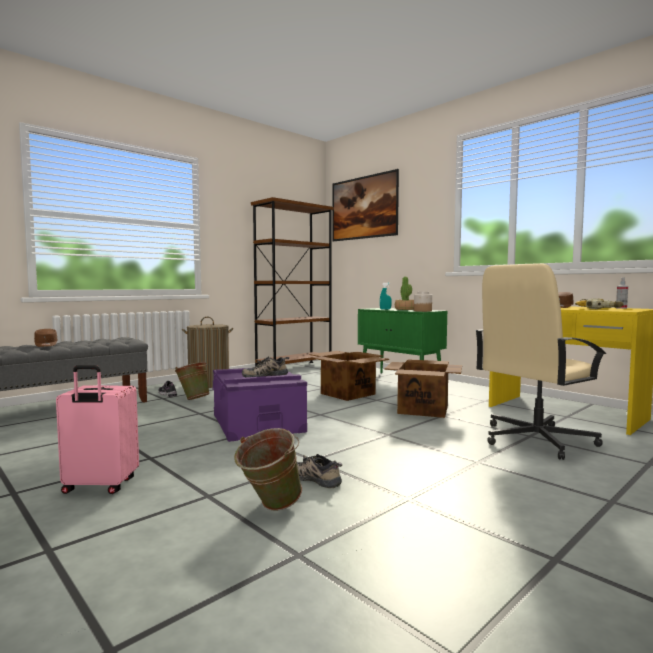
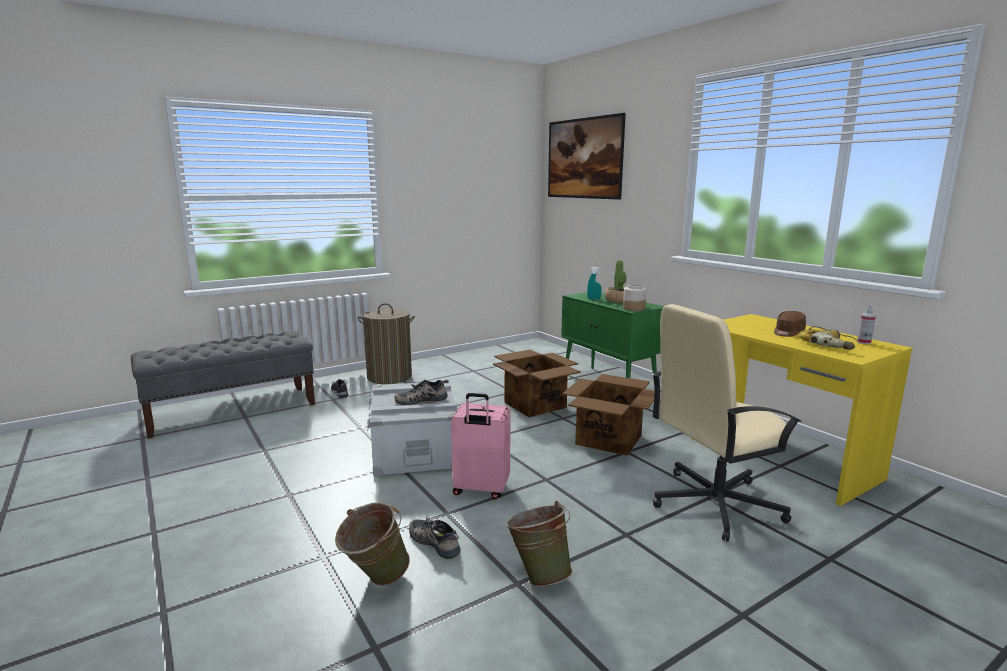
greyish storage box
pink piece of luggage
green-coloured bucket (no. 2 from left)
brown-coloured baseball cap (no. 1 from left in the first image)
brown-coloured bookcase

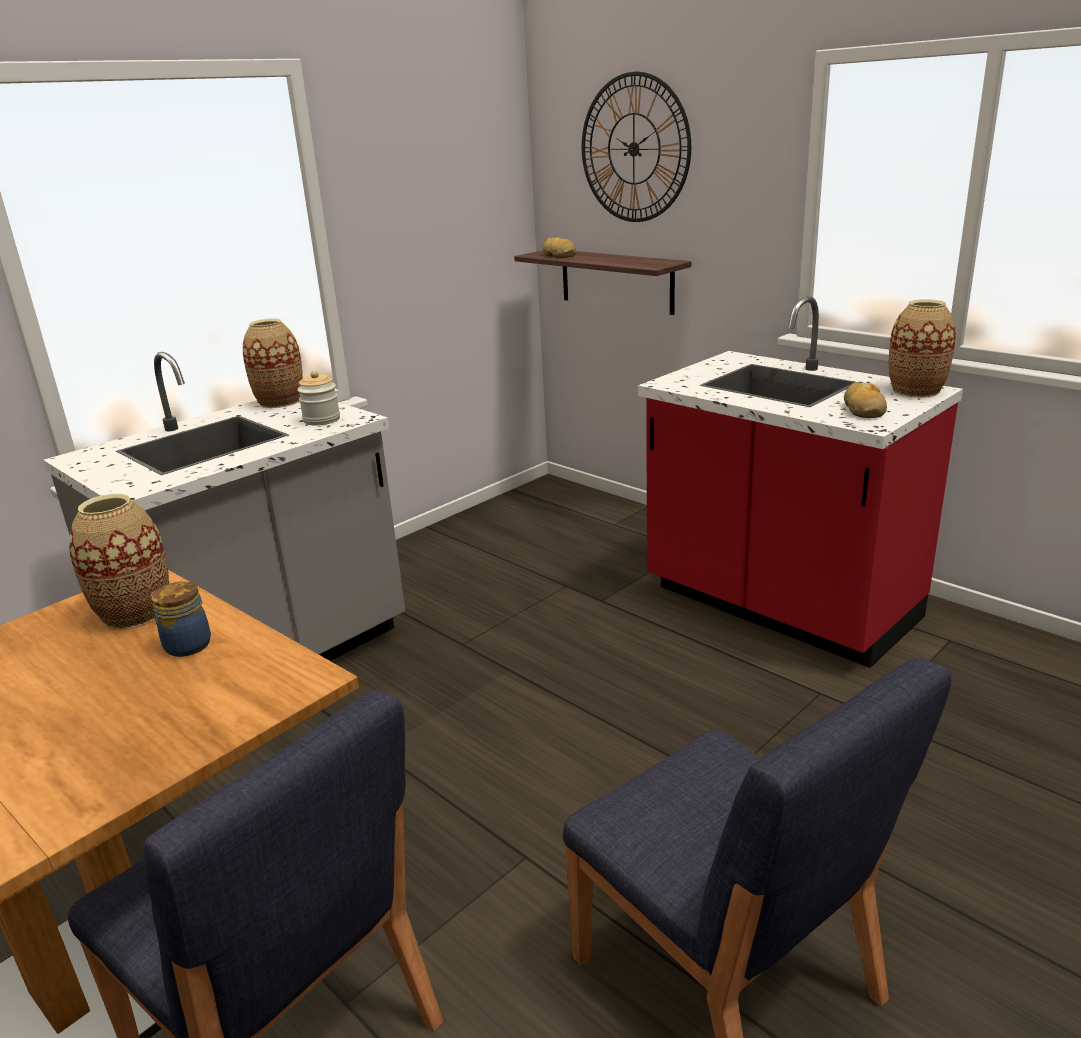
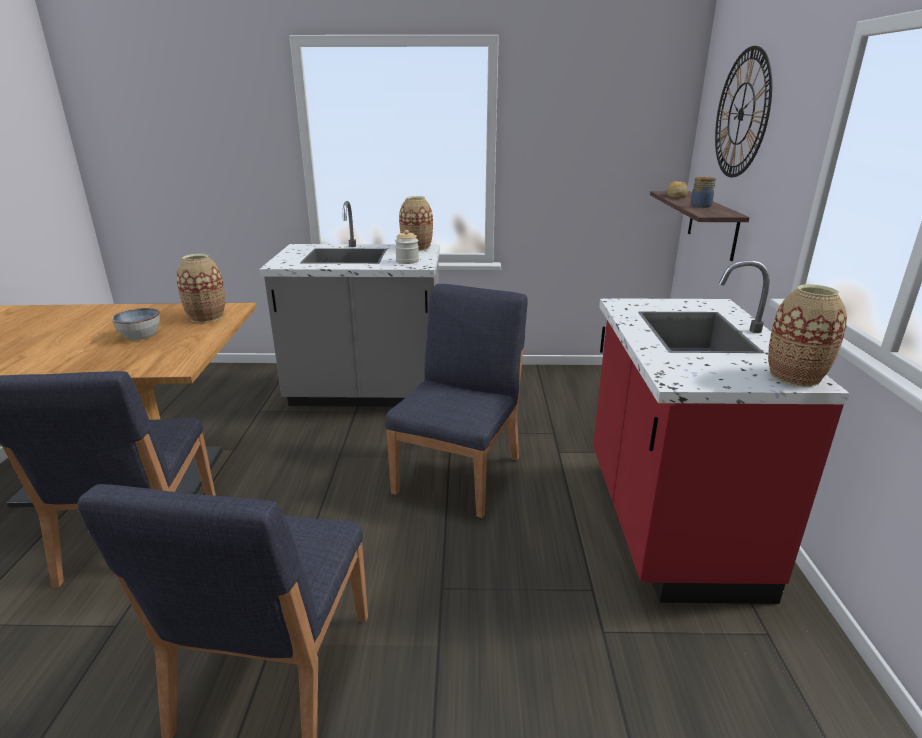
bowl
bluish upright chair (no. 3 from left)
storage jar (no. 2 from left)
baked bread (no. 2 from left in the first image)

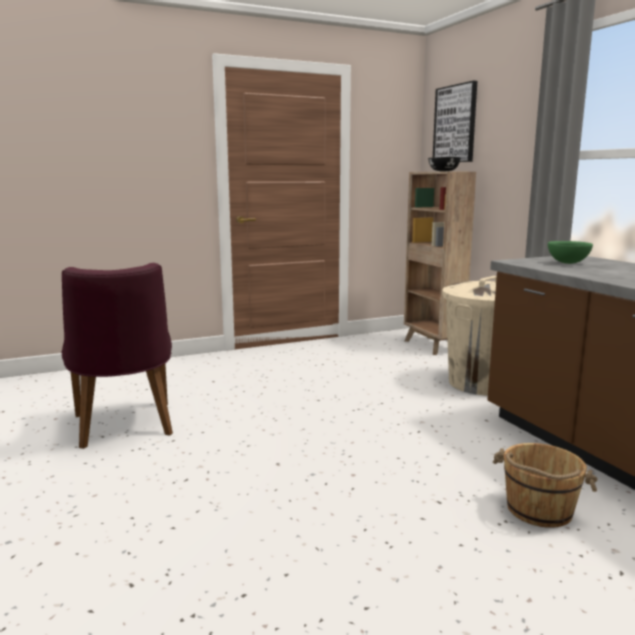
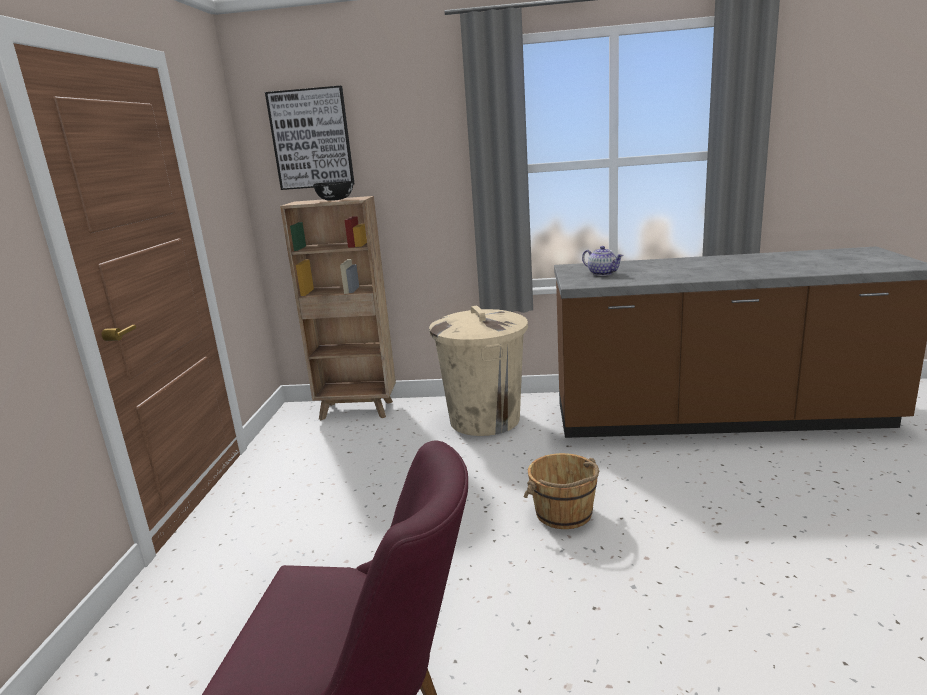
brown-coloured bucket
teapot

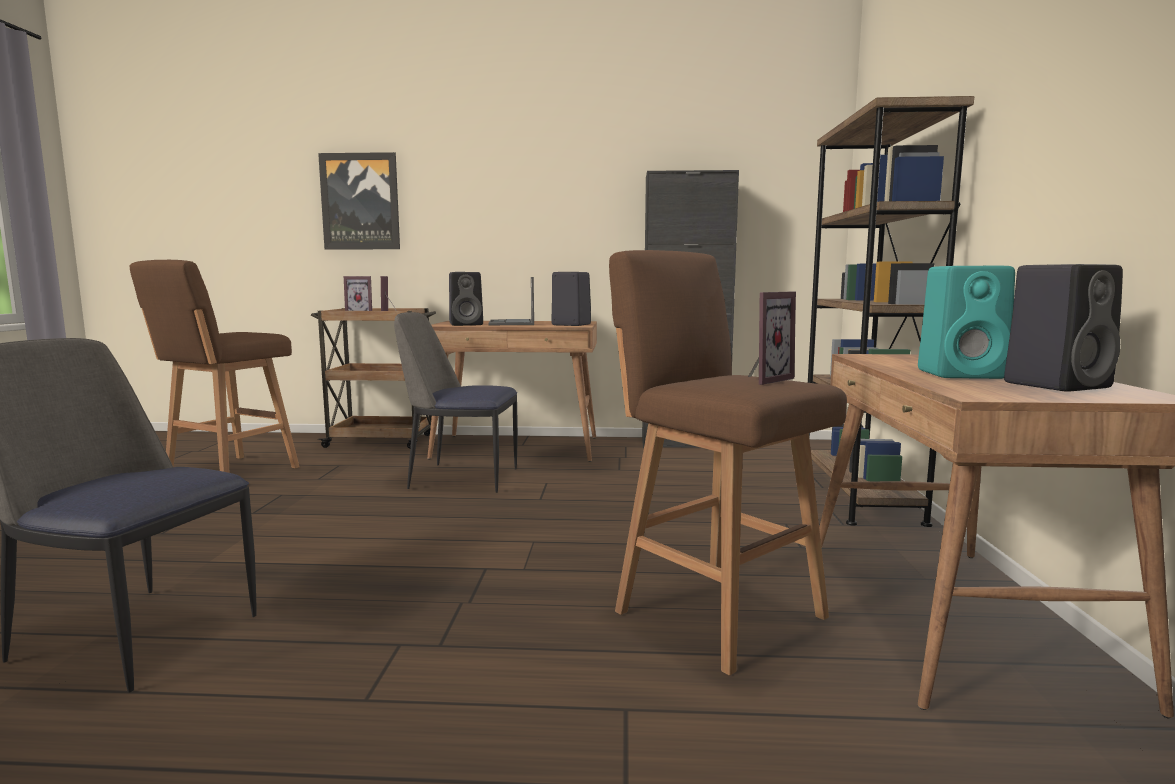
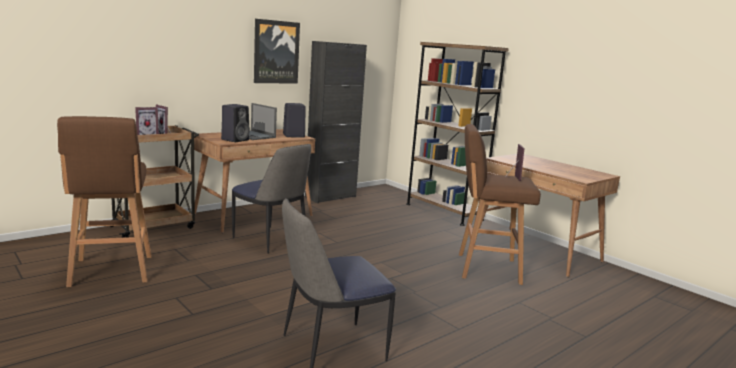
upright chair (no. 1 from left)
picture
blue-green loudspeaker
blackish loudspeaker (no. 3 from left in the first image)

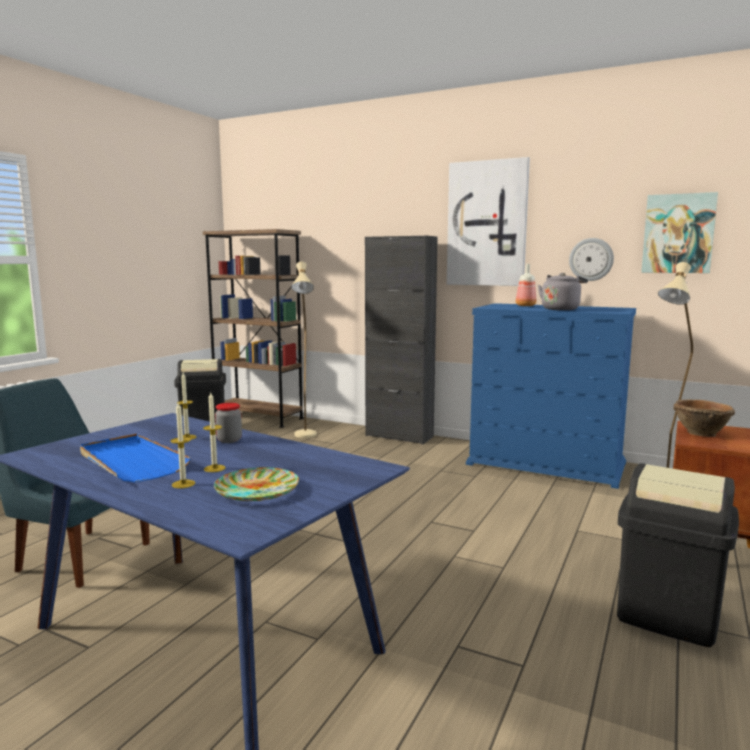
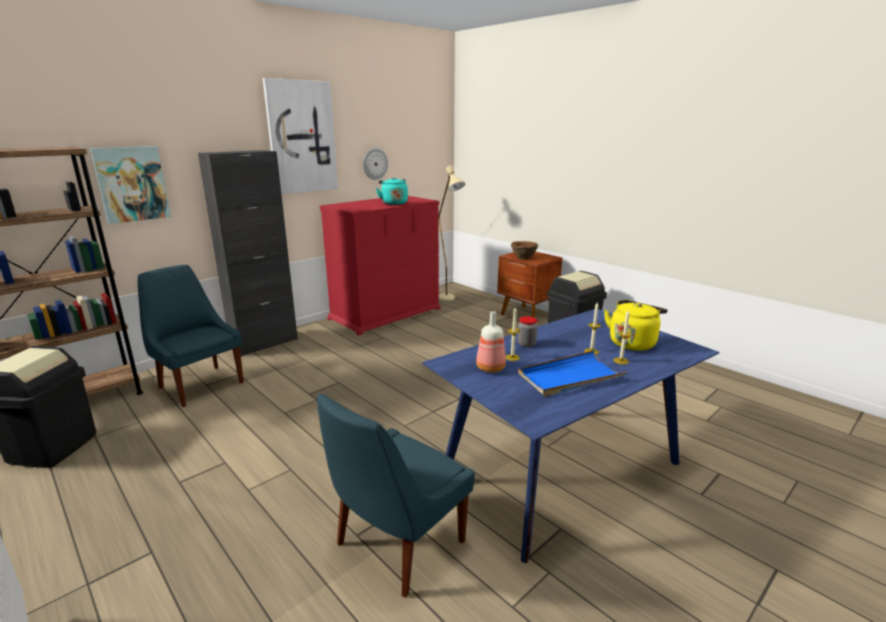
picture (no. 1 from left)
bluish upright chair (no. 1 from left)
red chest of drawers
blue-green water kettle
bottle
yellow-coloured water kettle

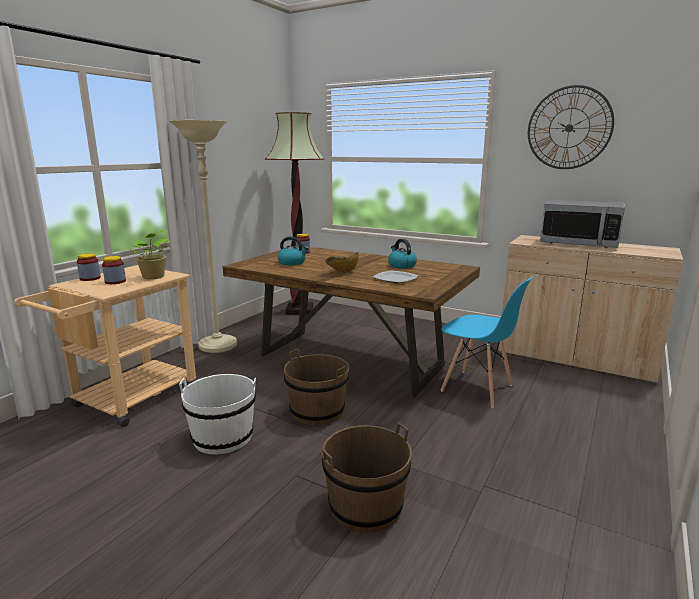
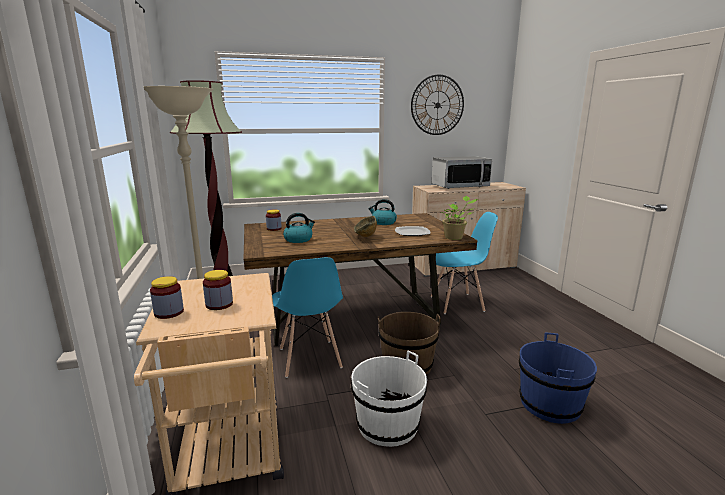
bluish upright chair (no. 1 from left)
houseplant
bluish bucket

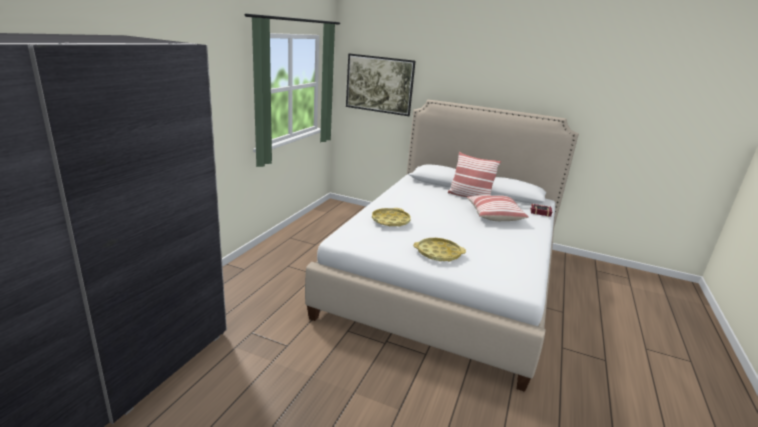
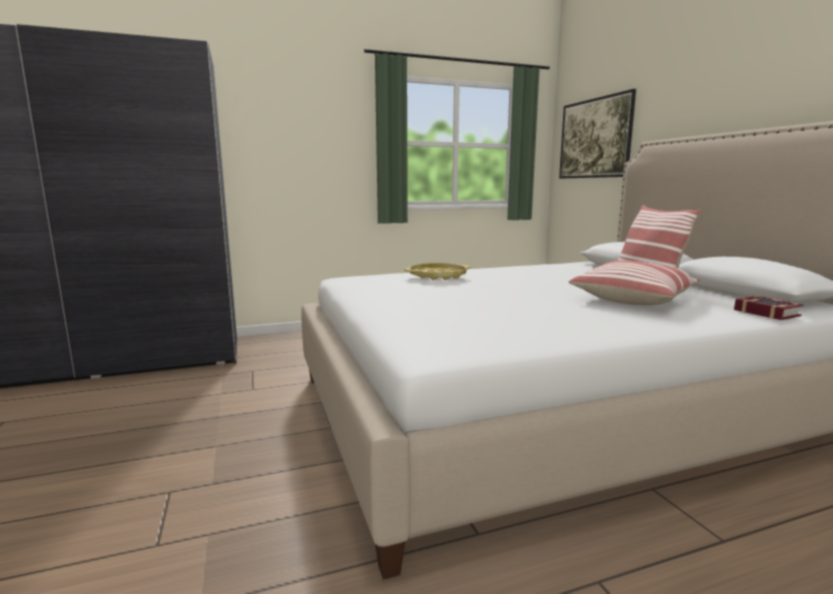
yellow-coloured serving tray (no. 2 from left in the first image)

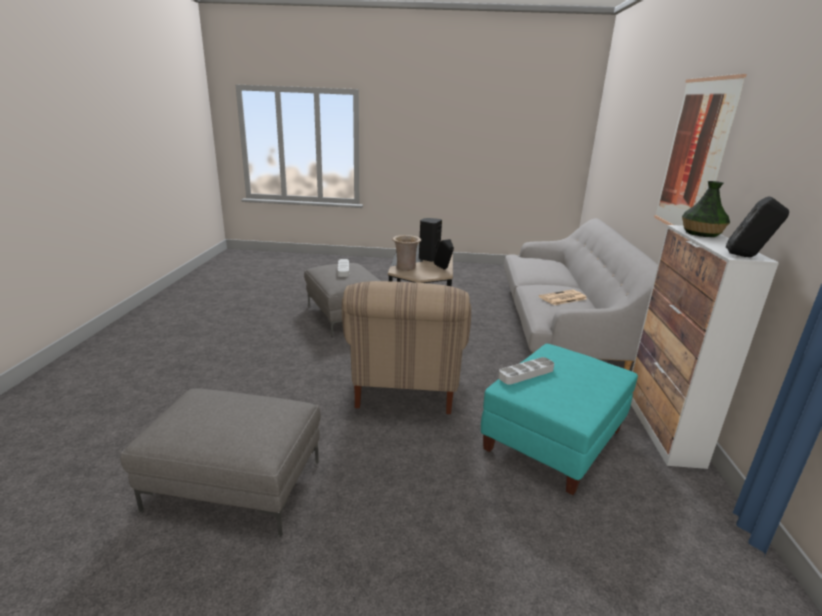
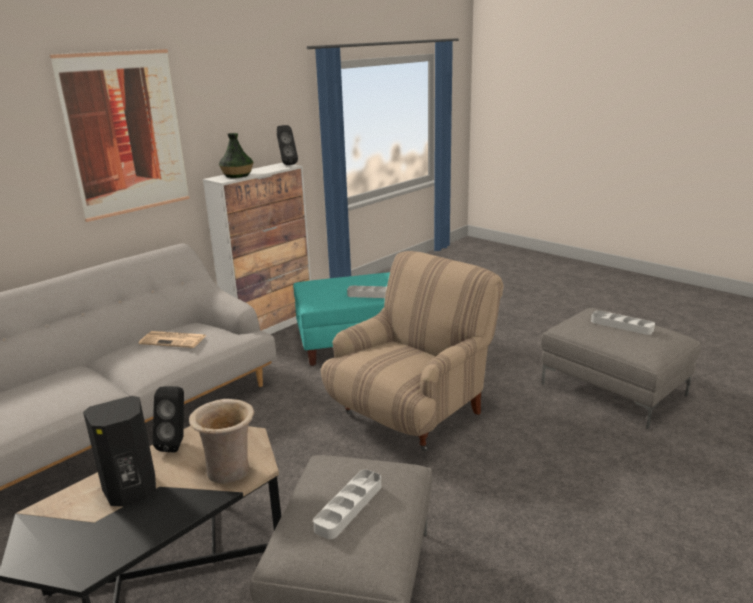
greyish serving tray (no. 3 from left)

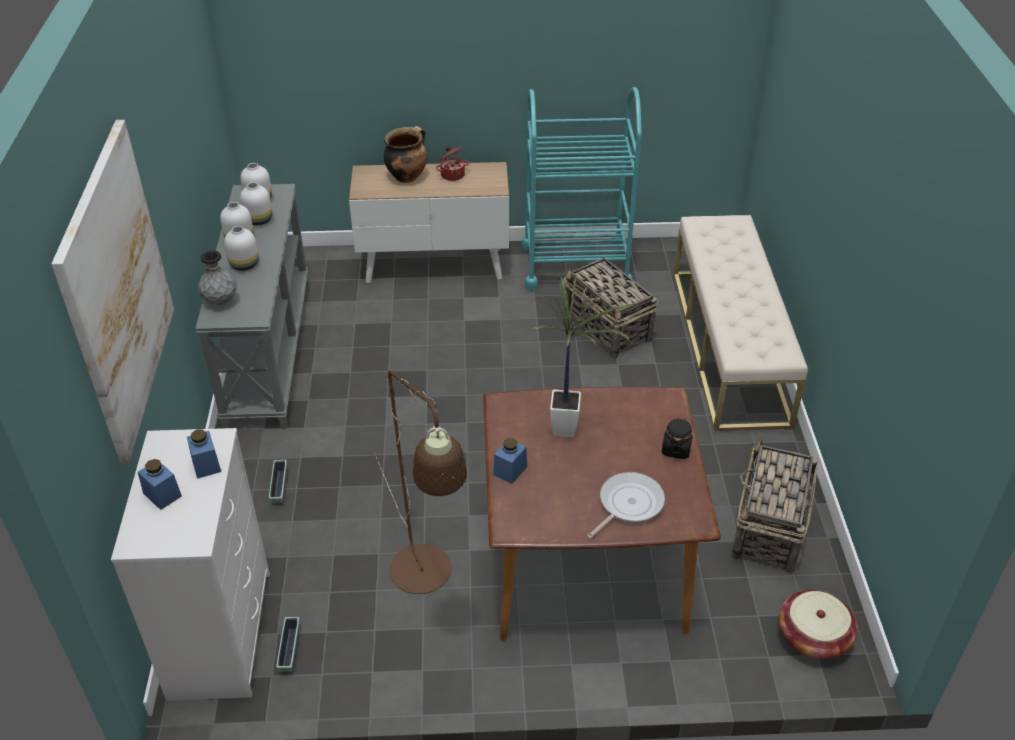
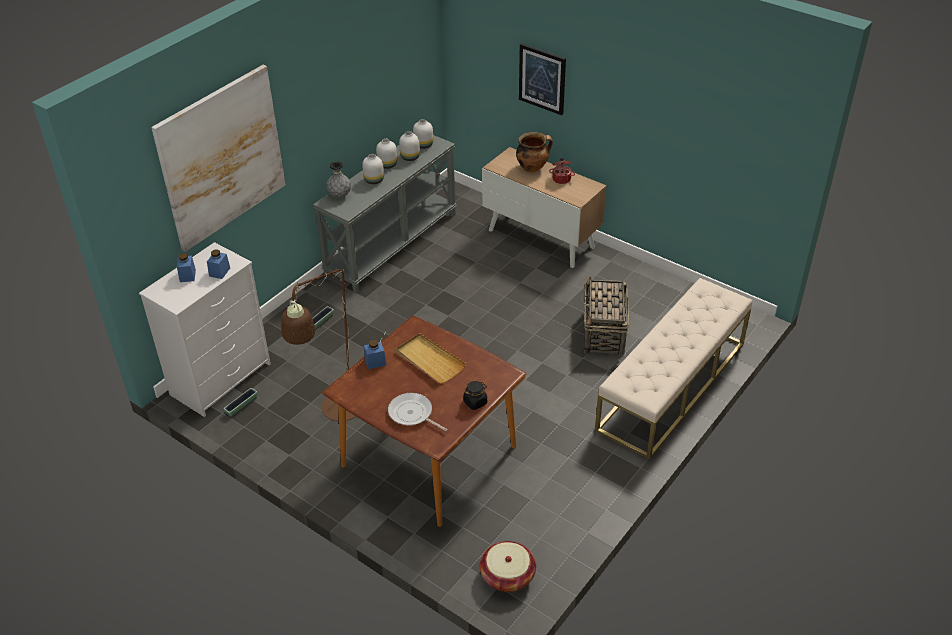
skillet
beige-coloured serving tray
picture (no. 2 from left)
blue-green wheeled cart
storage basket (no. 2 from left in the first image)

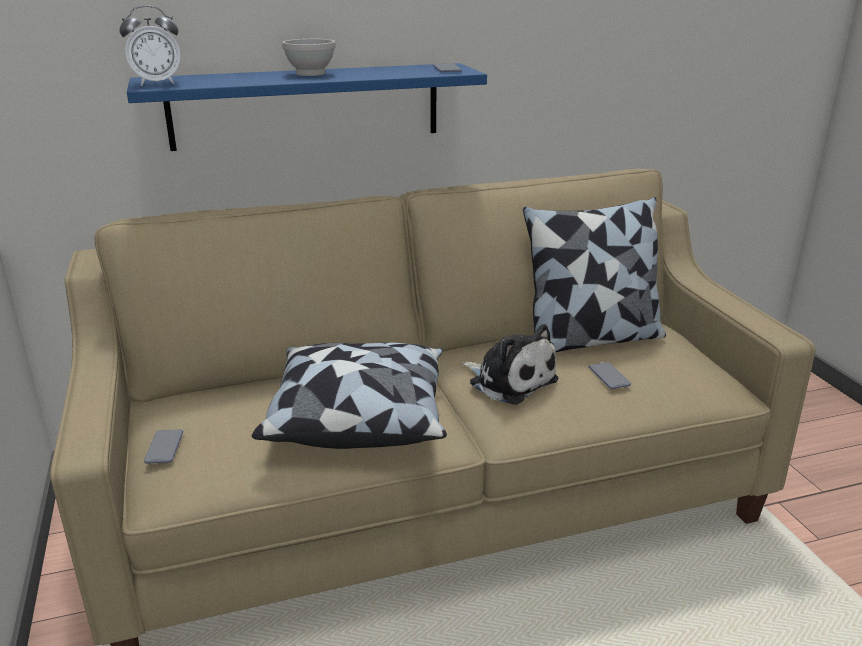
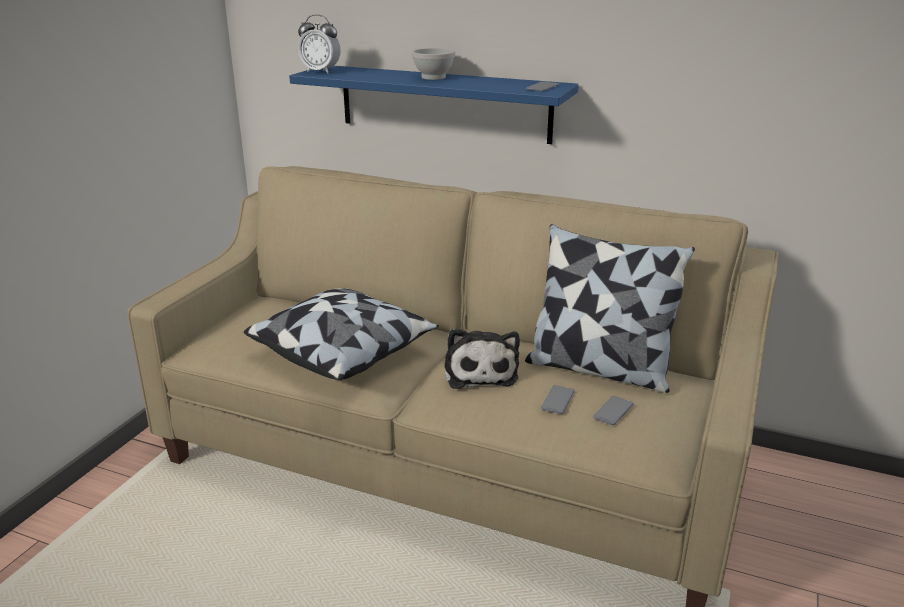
handset (no. 3 from left)

